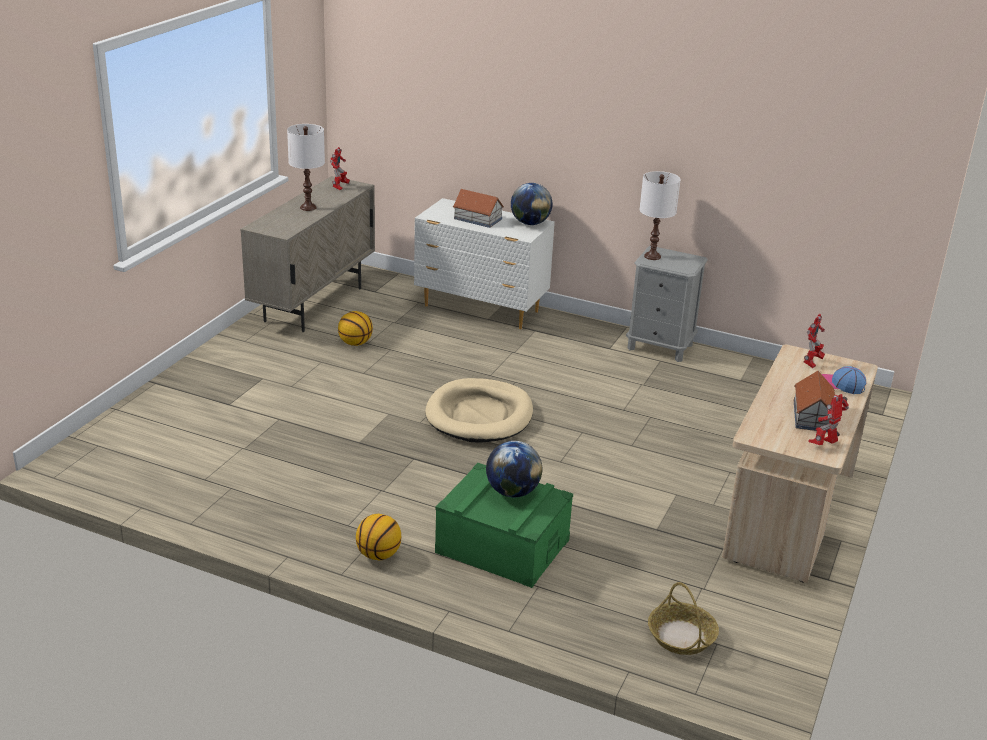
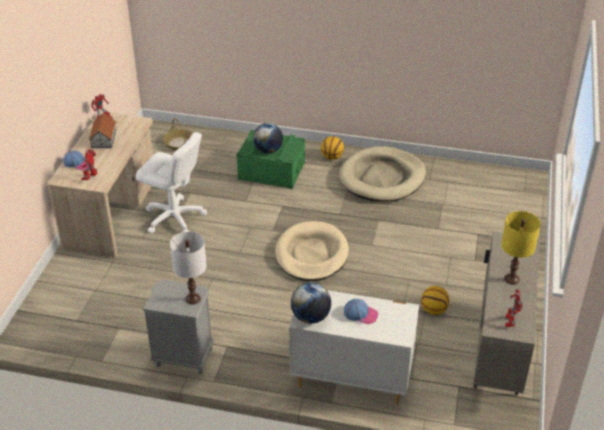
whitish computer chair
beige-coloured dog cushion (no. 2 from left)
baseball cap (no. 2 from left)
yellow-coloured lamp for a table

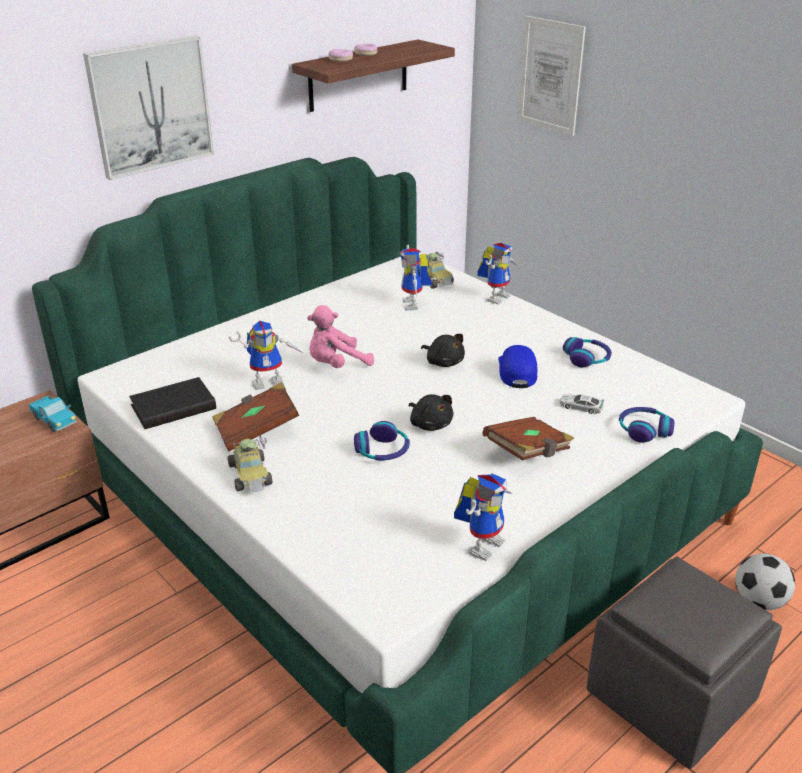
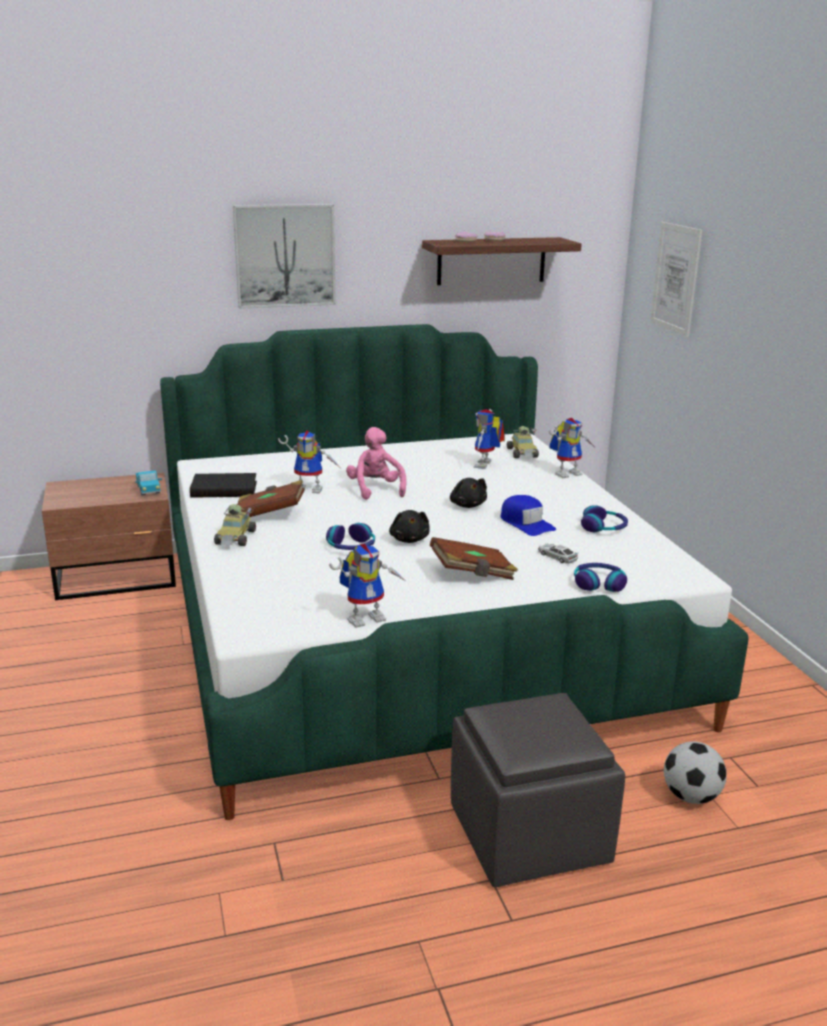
pink plush toy
bluish baseball cap

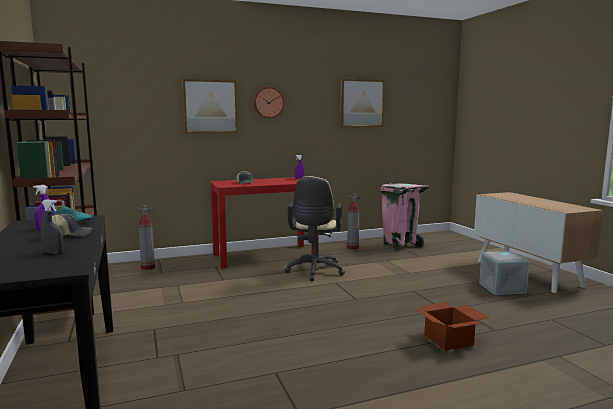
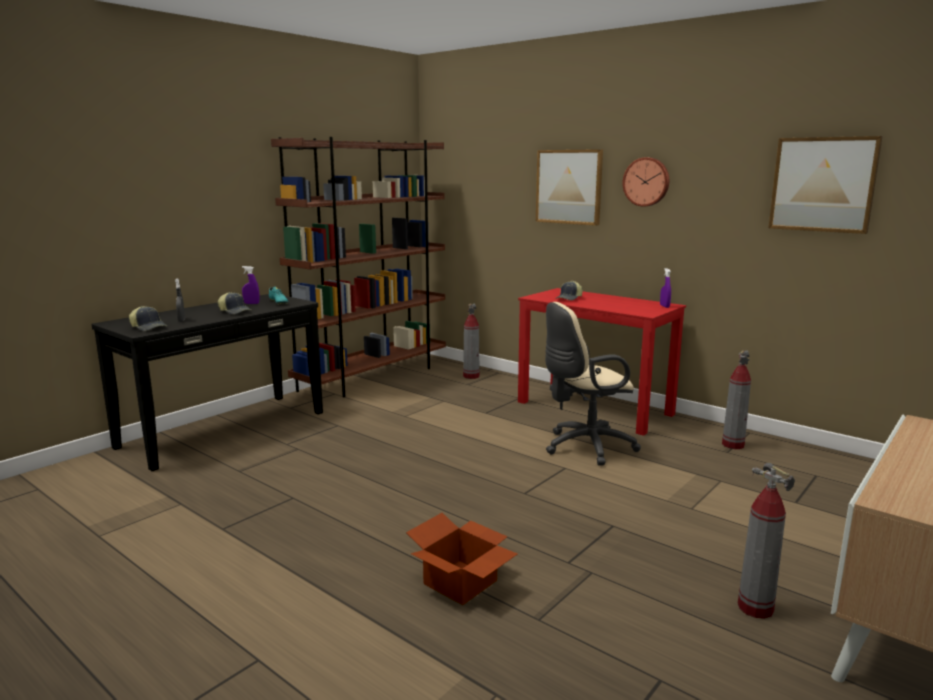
baseball cap (no. 1 from left)
fire-fighting cylinder (no. 3 from left)
pink waste bin

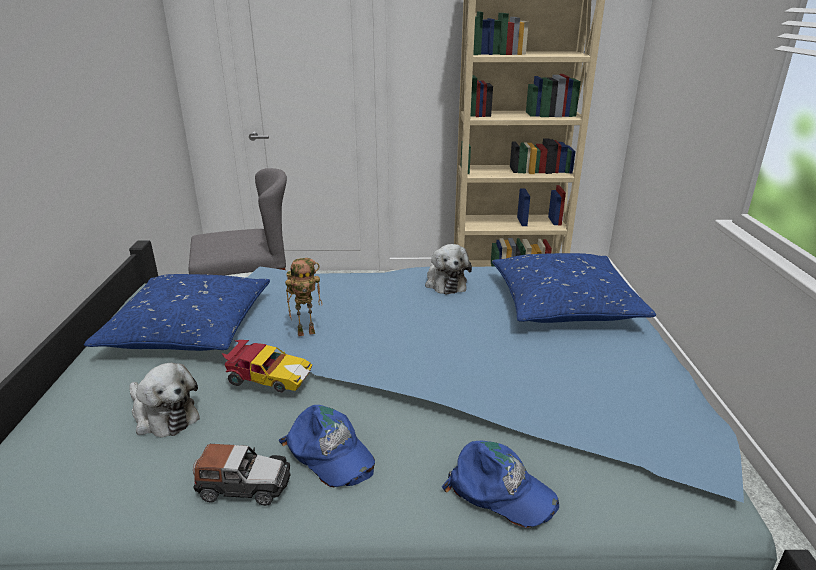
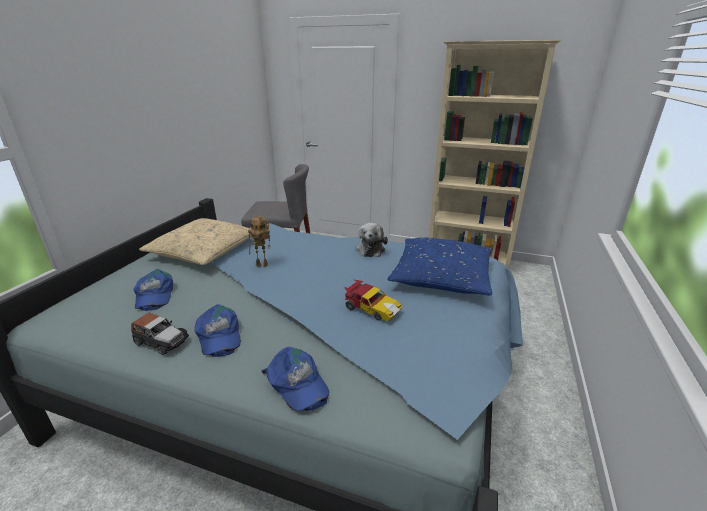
bluish baseball cap (no. 1 from left)
beige-coloured pillow
model car (no. 2 from left)

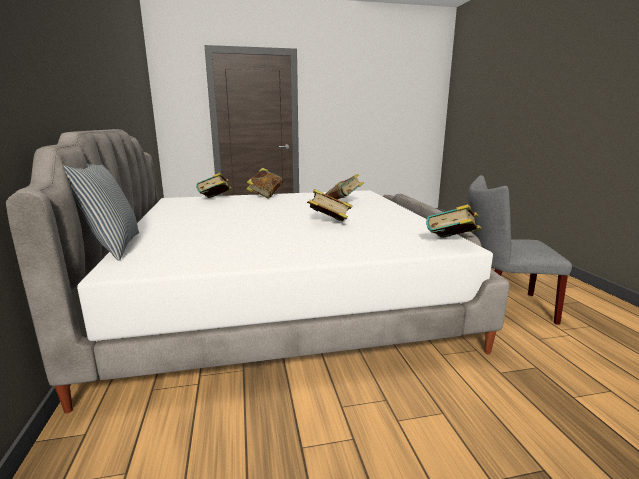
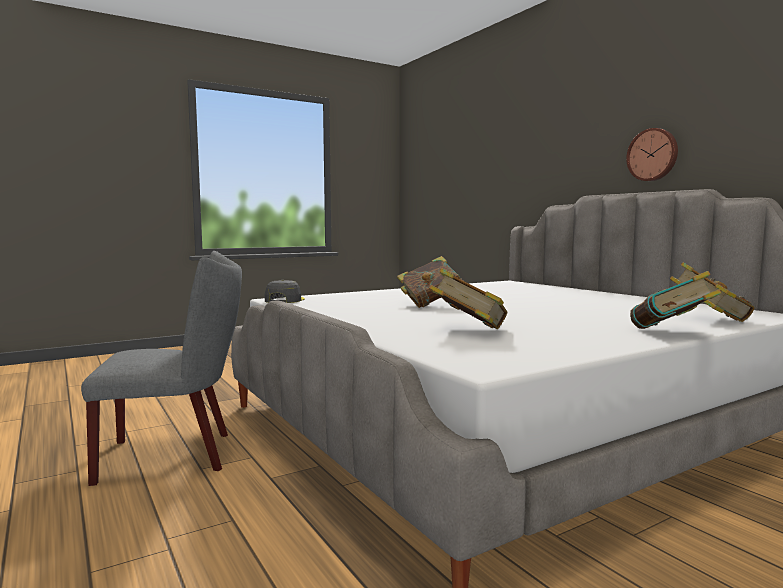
greyish baseball cap
wall clock
pillow

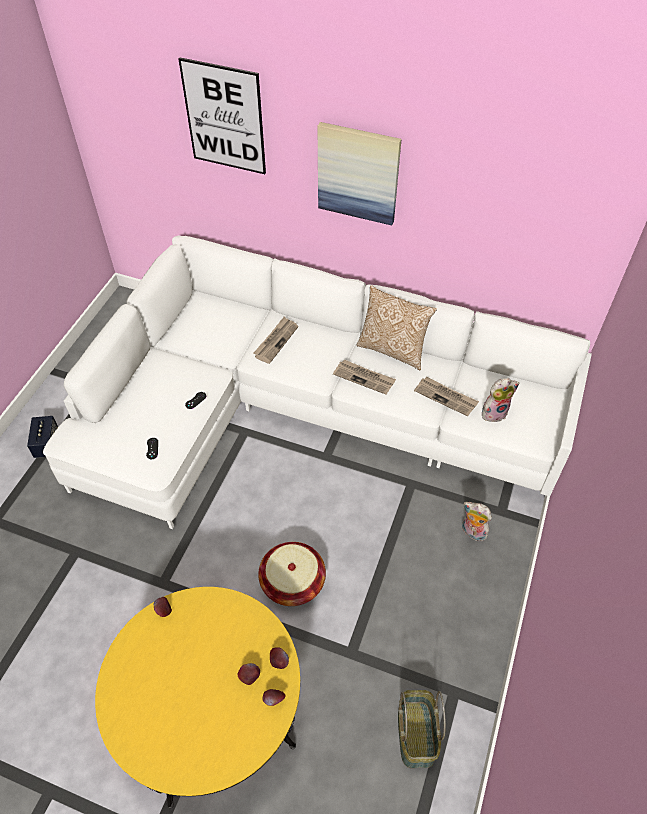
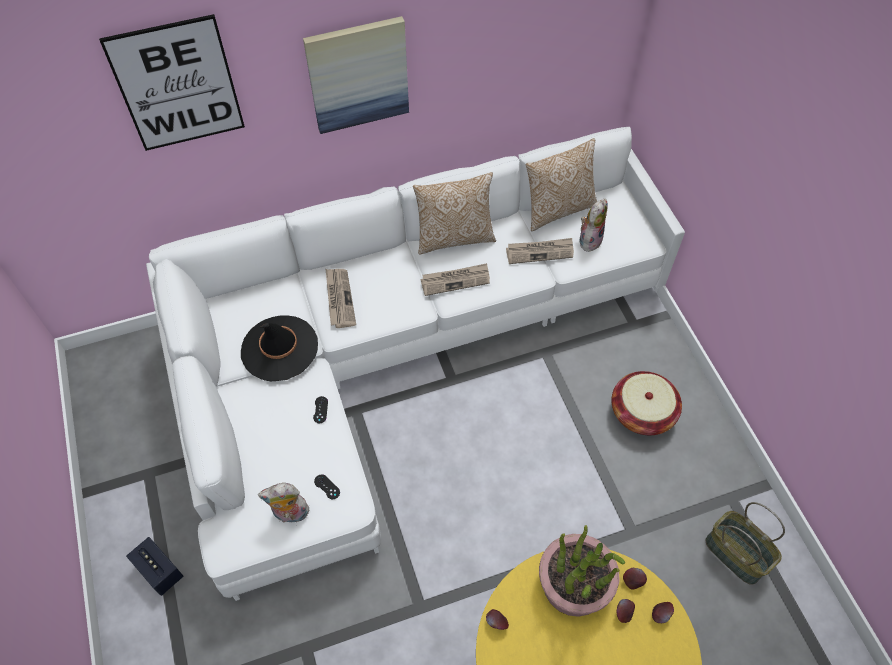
blackish hat
plush toy (no. 1 from left)
pillow (no. 2 from left)
houseplant
storage basket (no. 1 from left)

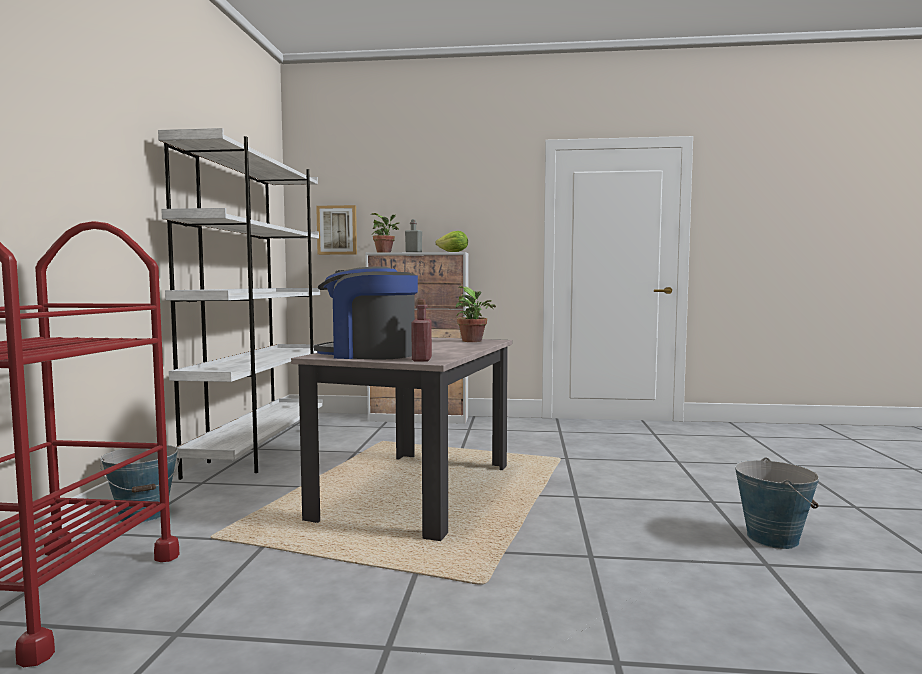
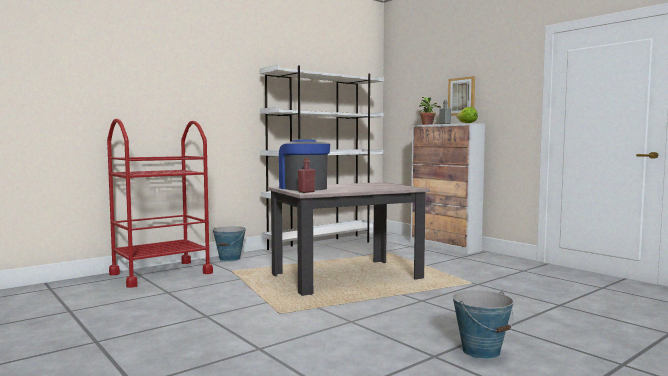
picture
houseplant (no. 2 from left in the first image)

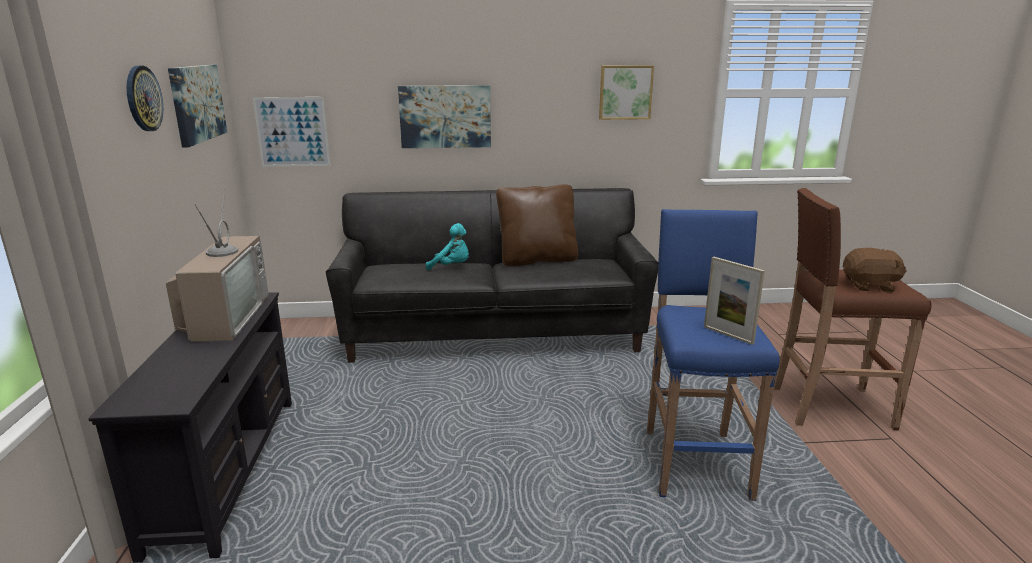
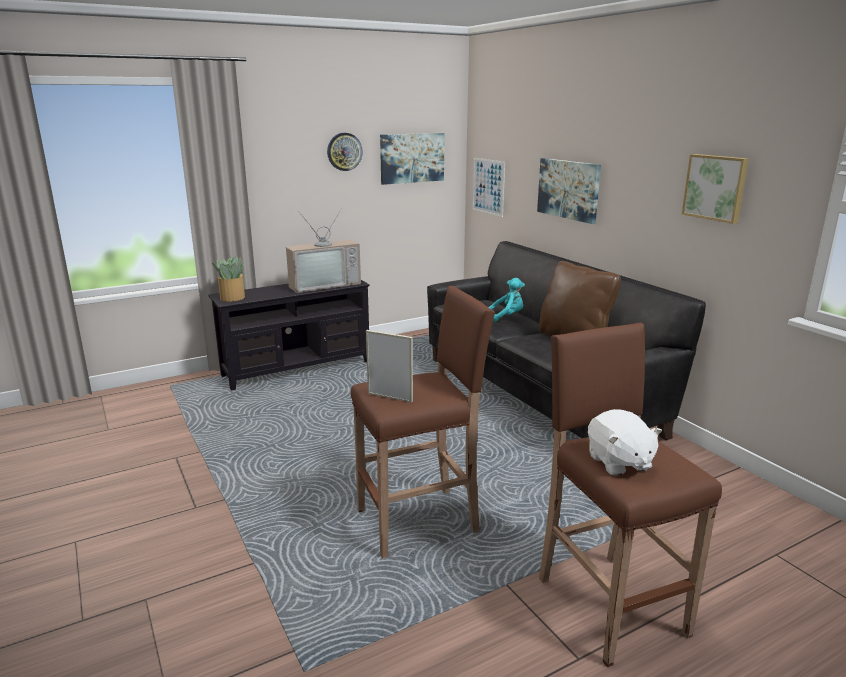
houseplant
brown-coloured stool (no. 1 from left)
picture frame
blue-green plush toy
whitish plush toy

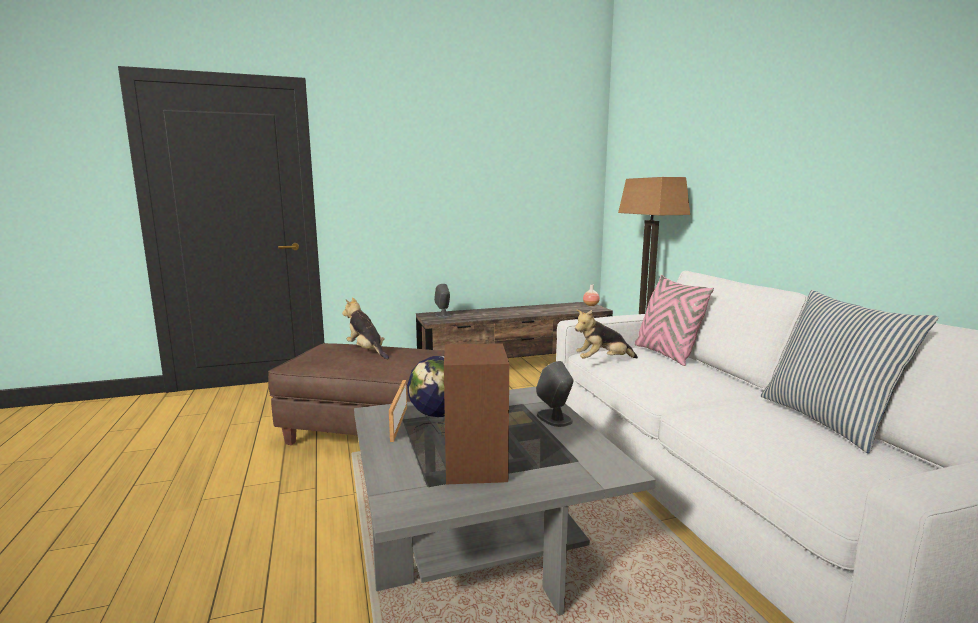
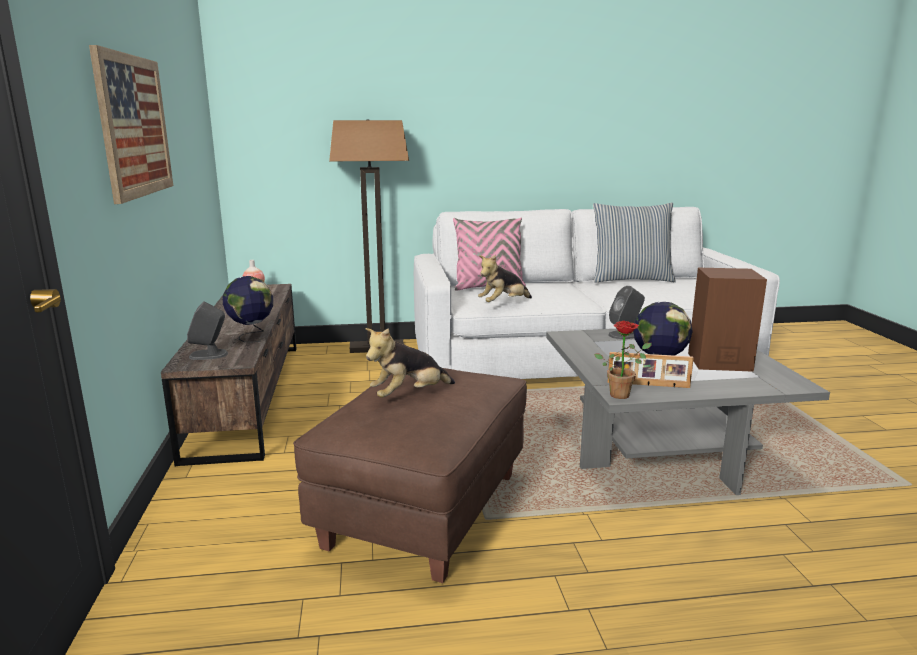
picture
world globe (no. 1 from left)
plush toy (no. 2 from left)
houseplant

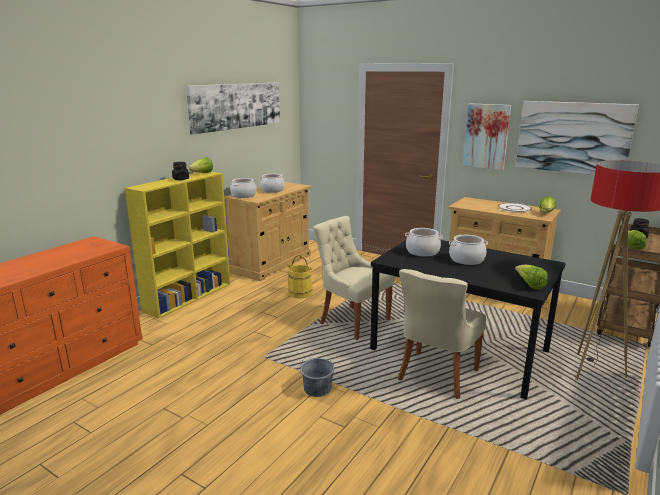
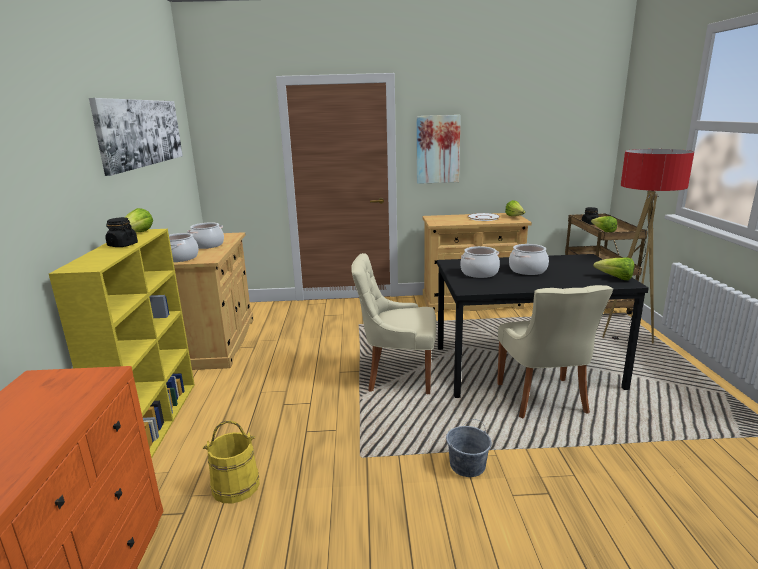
yellow-coloured bucket
picture (no. 3 from left in the first image)

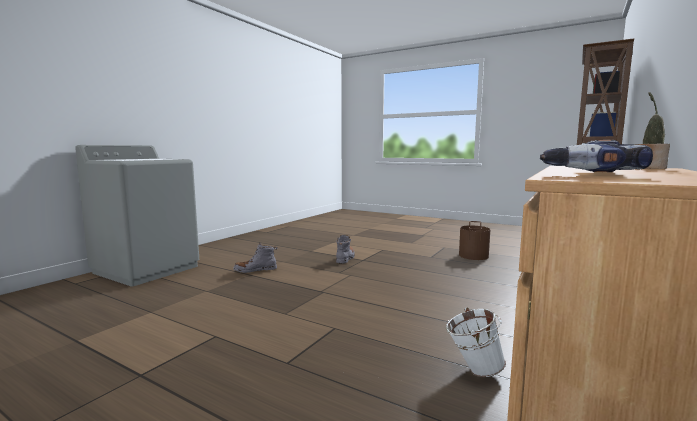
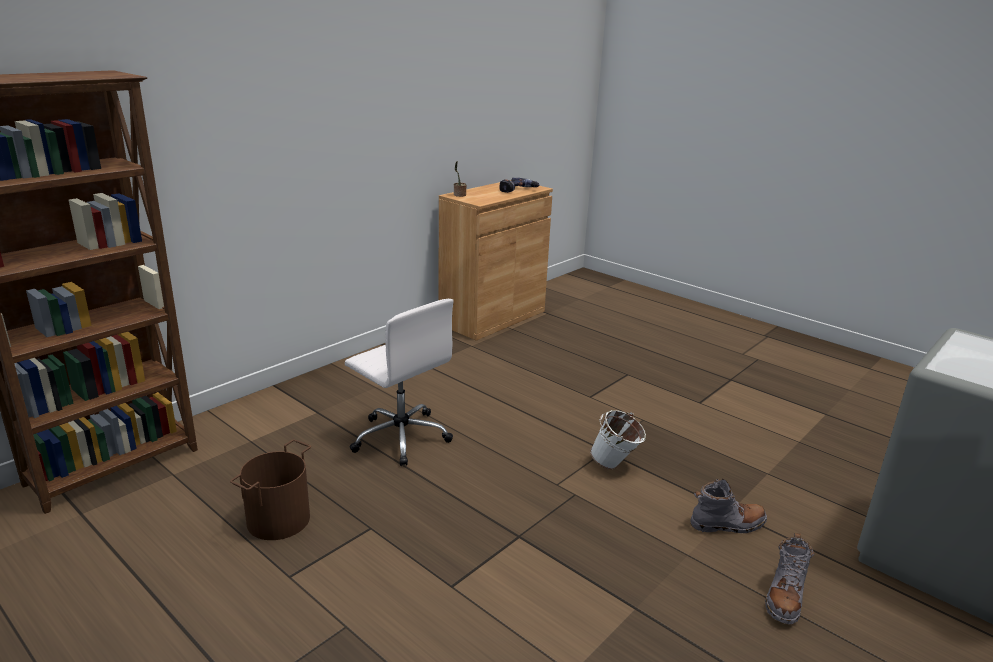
whitish computer chair
whitish bucket
greyish boot (no. 2 from left)

